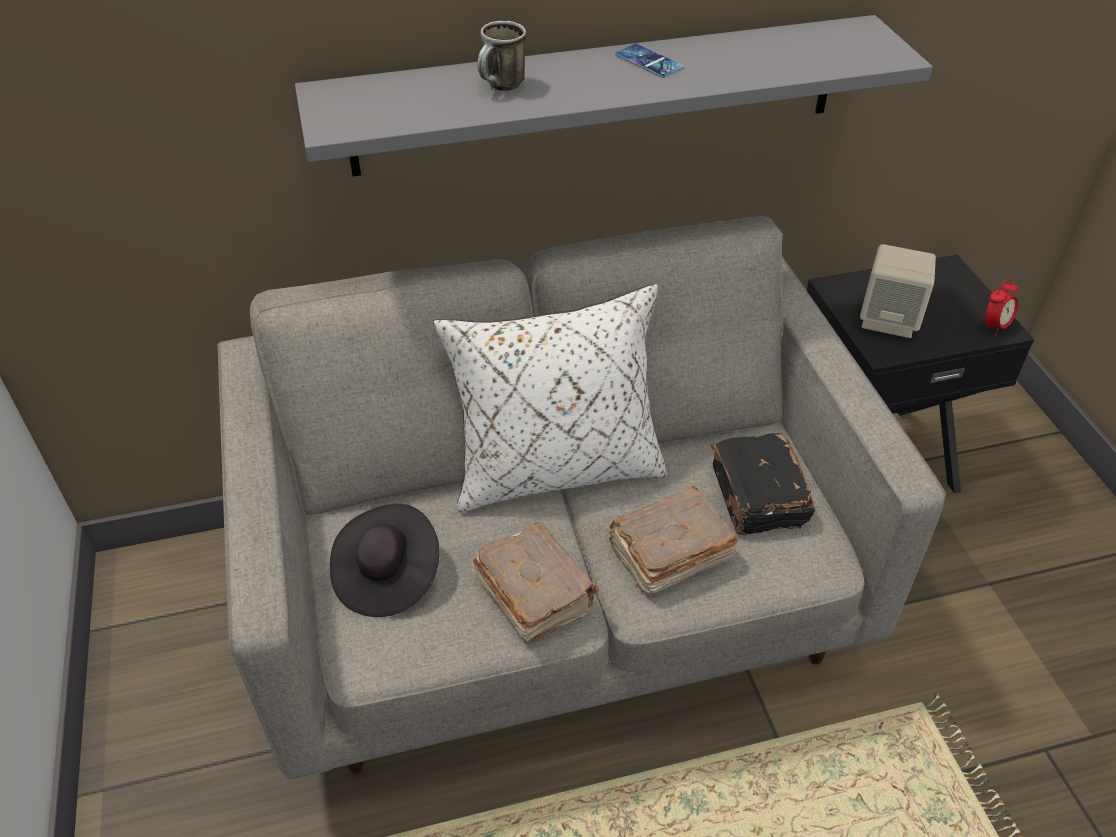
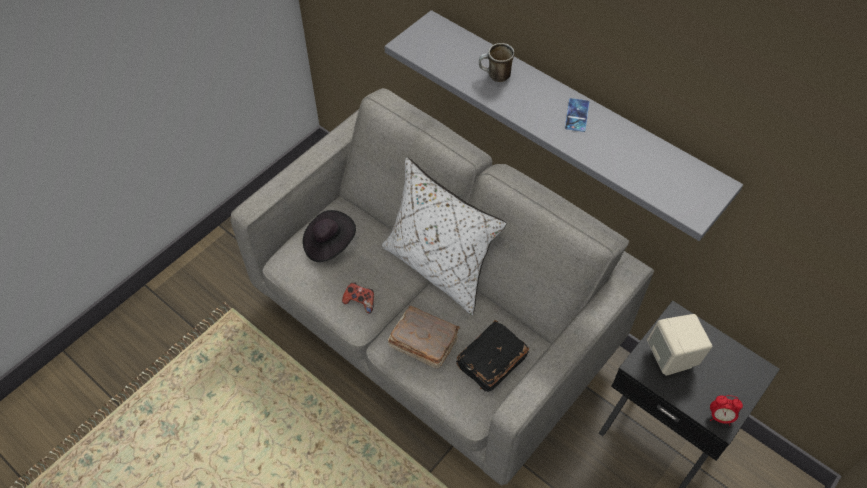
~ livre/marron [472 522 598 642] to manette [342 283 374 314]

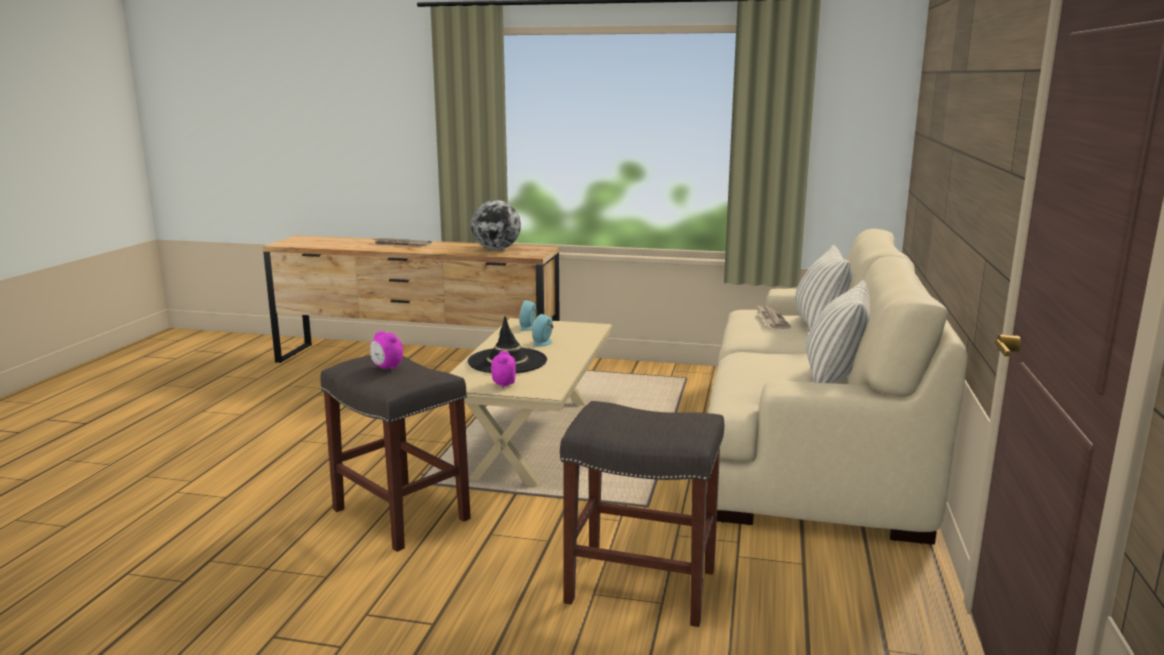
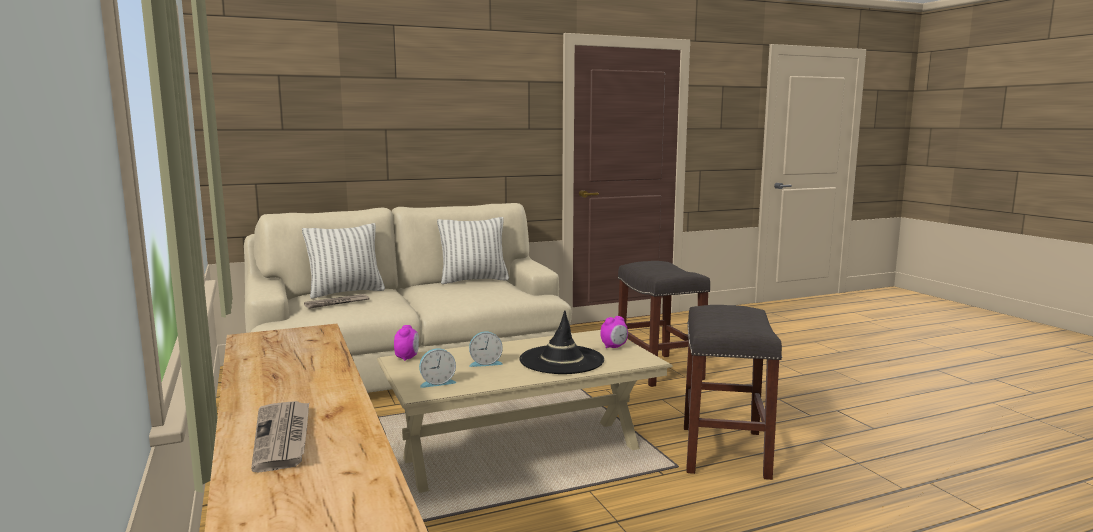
~ réveil [370 331 403 369] to [394 325 419 361]
- globe [471 200 521 250]

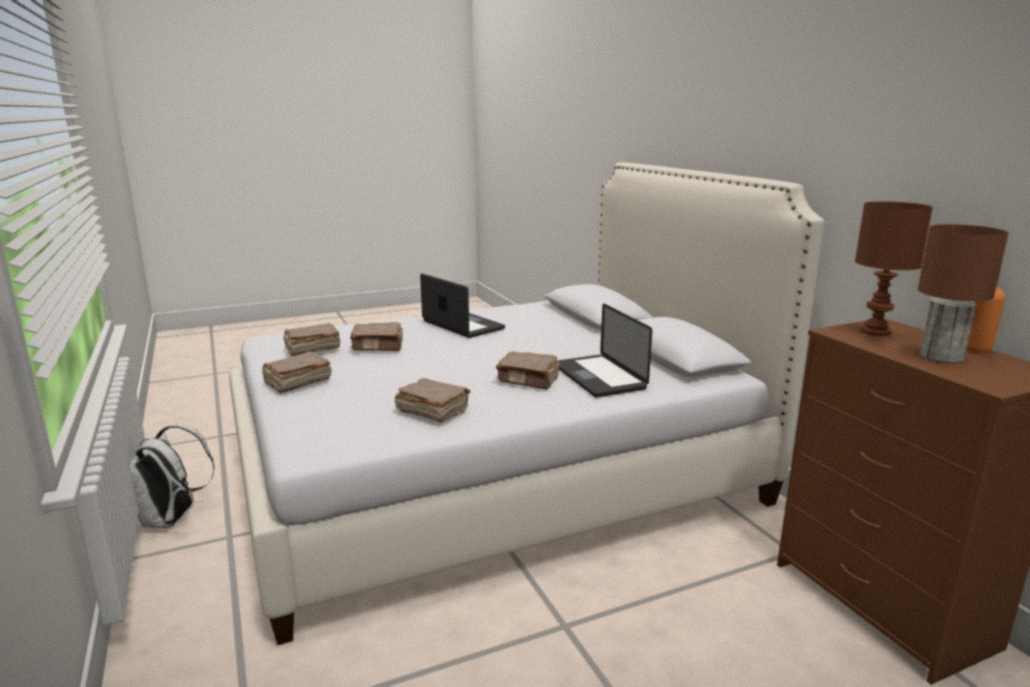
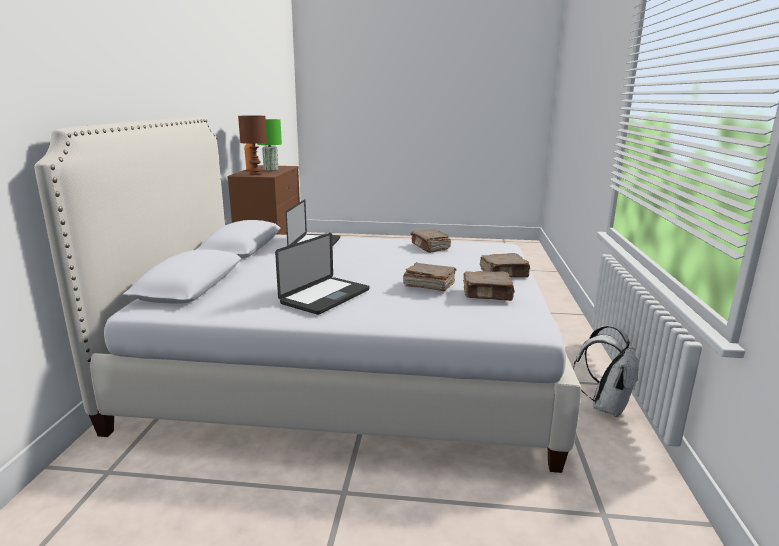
~ ordinateur portable [420 273 505 338] = [275 233 369 315] 135 degrees counterclockwise
- livre/marron [496 351 560 390]
~ lampe de table/marron [918 224 1009 363] to lampe de table/vert [257 119 282 171]

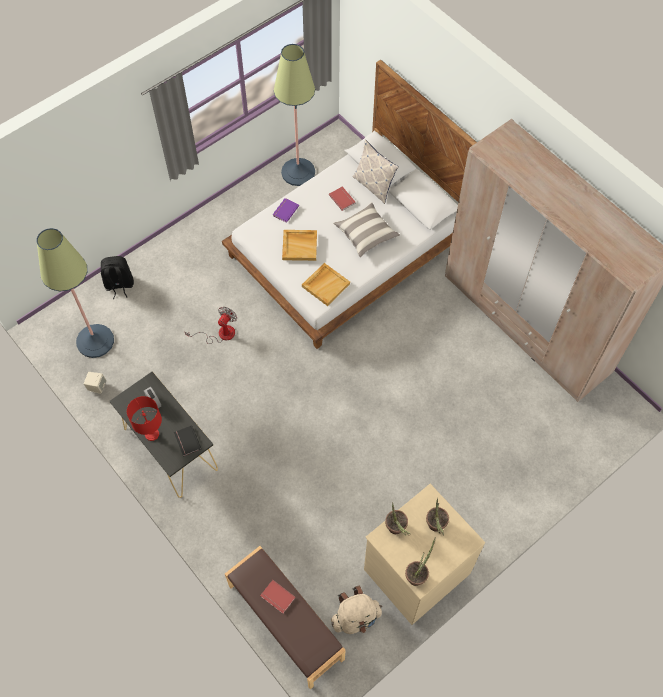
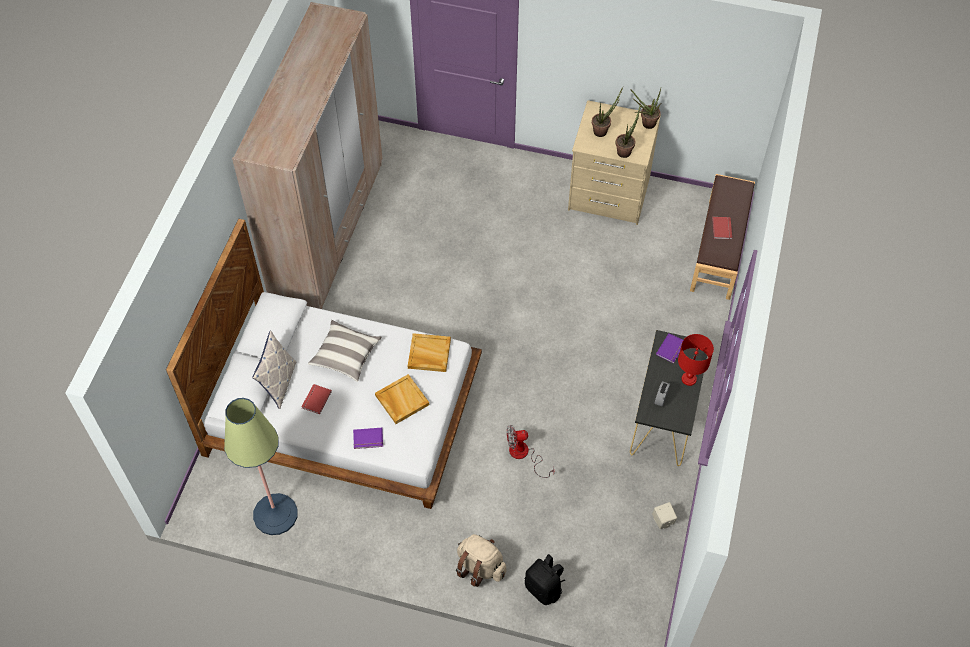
- lampadaire [37 228 114 358]
~ livre/noir [174 425 201 457] to livre/violet [656 333 683 363]
~ sac à dos/beige [331 586 382 634] to [456 534 507 587]

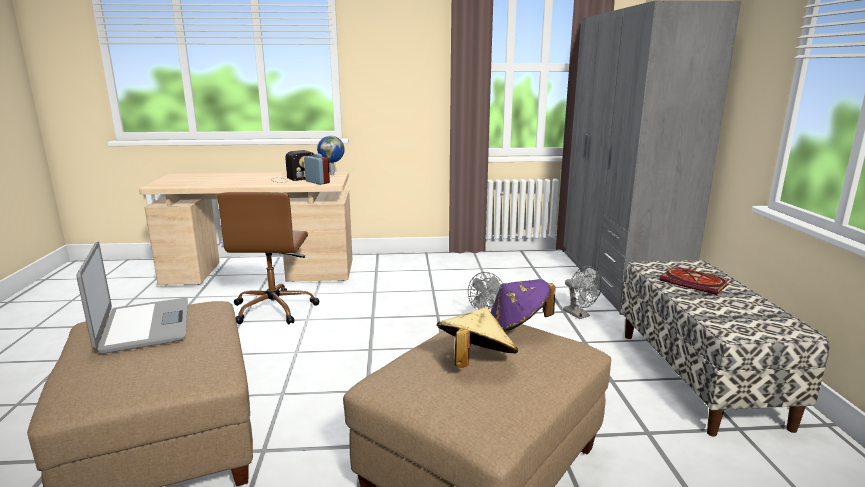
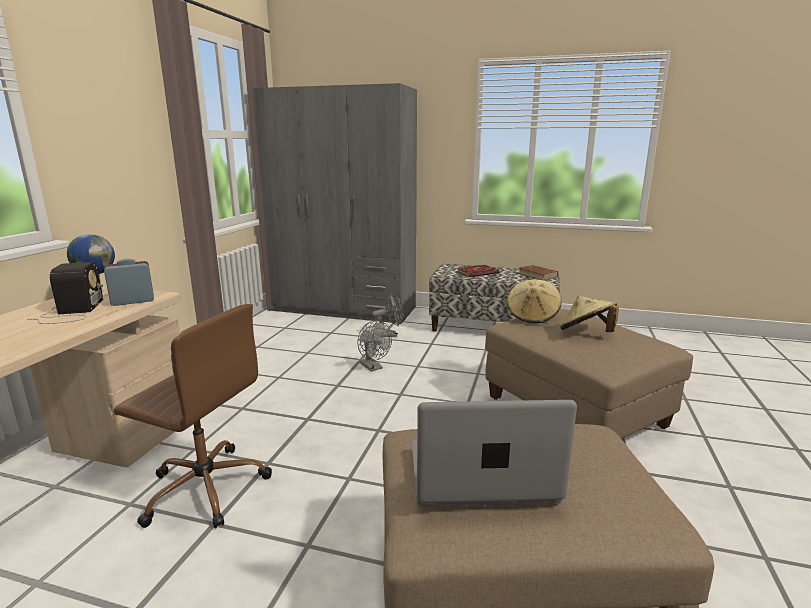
~ chapeau/violet [491 279 555 332] to chapeau/beige [507 279 562 323]
+ livre/marron [518 265 558 280]

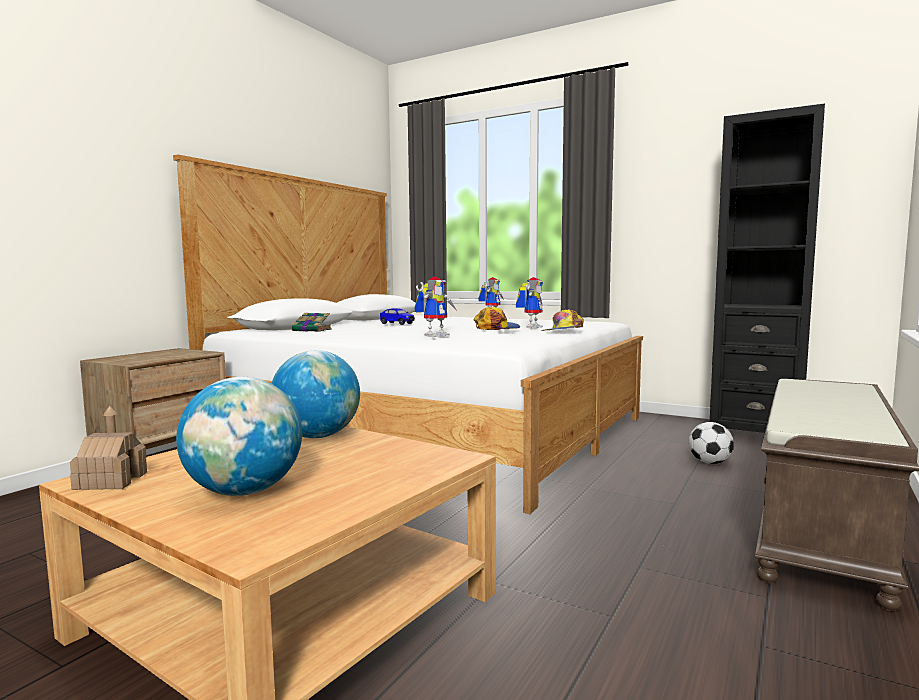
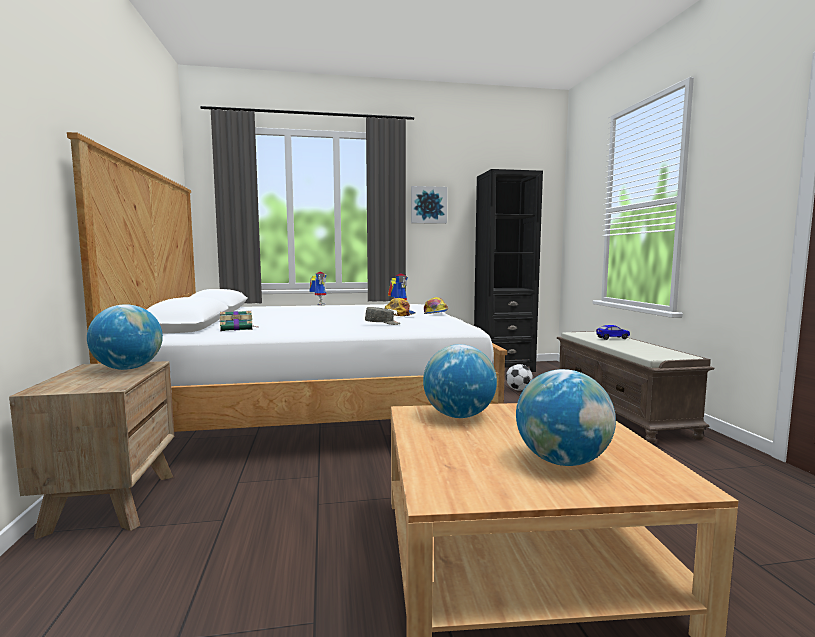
- maison miniature [70 406 147 490]
~ petite voiture [380 308 415 325] to [596 325 630 340]
~ robot jouet [415 276 456 337] to casquette/gris [365 307 400 325]
+ globe [87 304 163 370]
+ tableau [411 186 447 224]

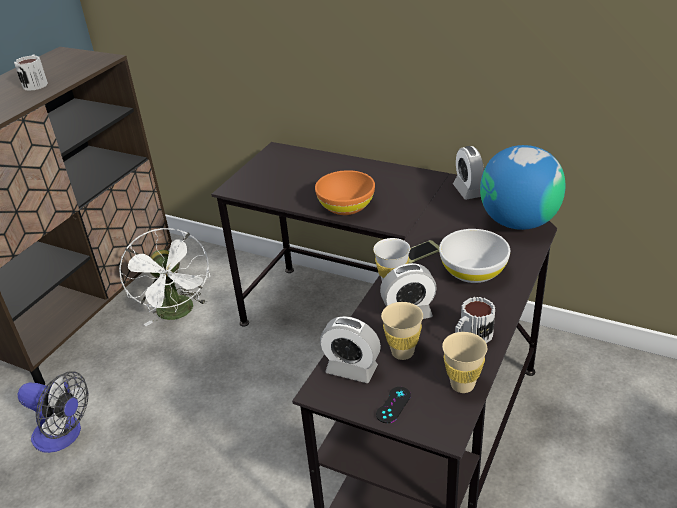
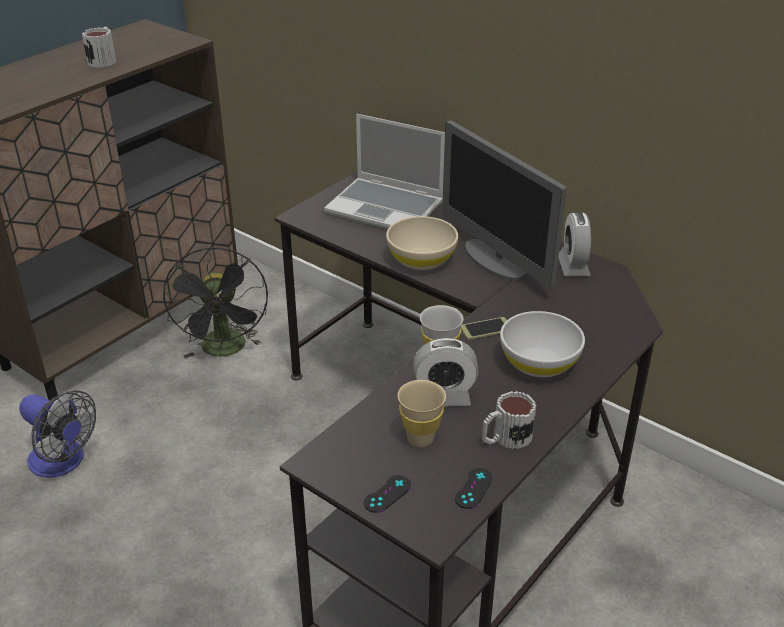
~ ventilateur/blanc [119 228 210 326] to ventilateur/noir [163 247 268 358]
~ bol/orange [315 170 375 215] to bol/beige [386 216 458 270]
- réveil [320 316 381 383]
~ tasse/beige [442 332 487 393] to manette/noir [455 468 493 509]
- globe [480 145 565 230]
+ ordinateur portable [324 114 445 229]
+ écran d'ordinateur [442 120 567 288]

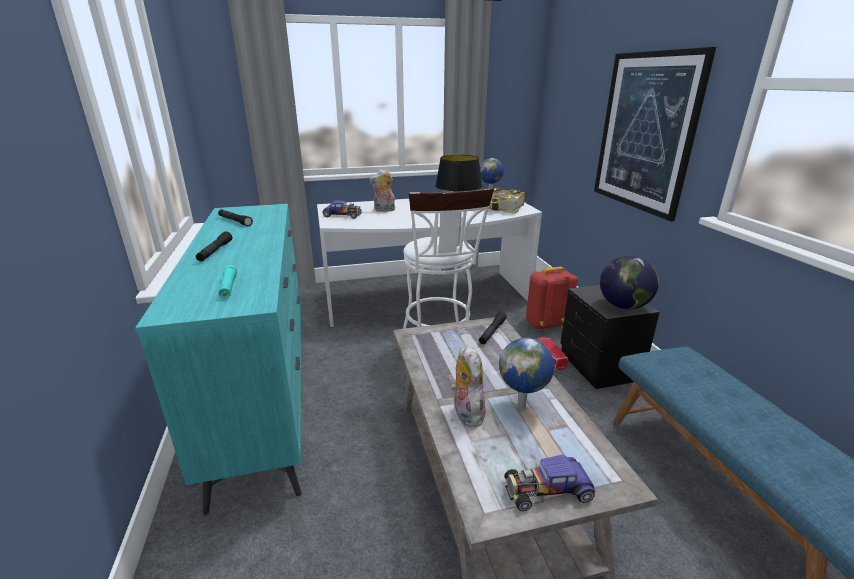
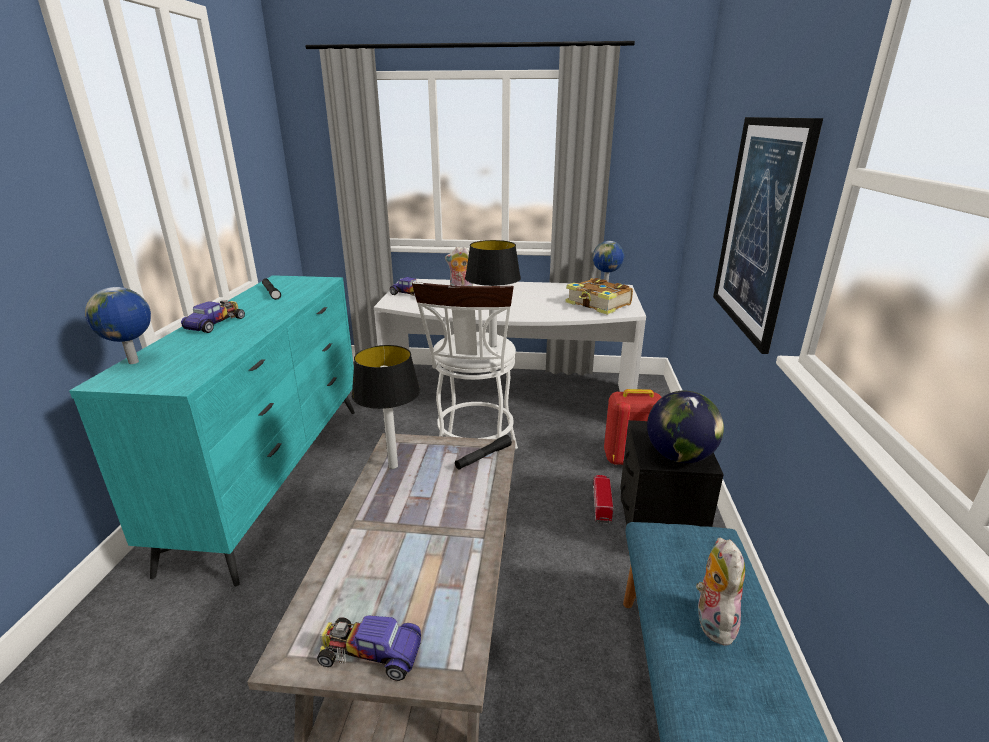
~ lampe de poche/noir [196 232 232 261] to petite voiture [181 300 245 333]
- lampe de poche/turquoise [219 265 237 298]
~ peluche [450 345 486 427] to [696 538 745 646]
~ globe [499 338 555 410] to [85 287 151 364]
+ lampe de table [352 345 420 469]

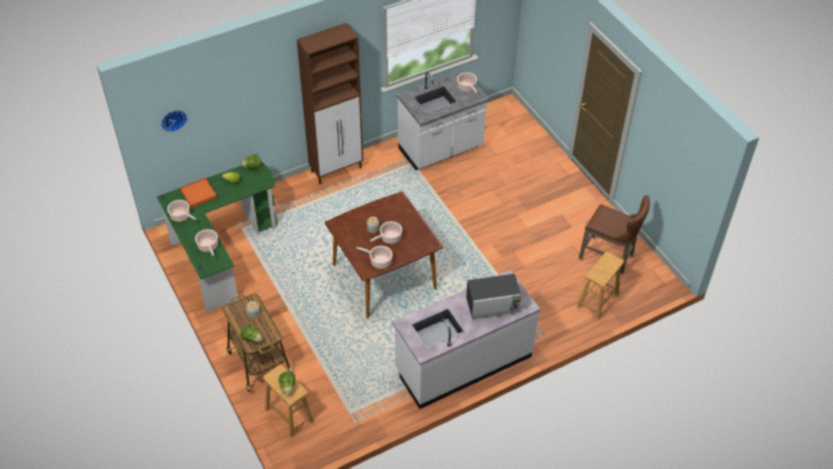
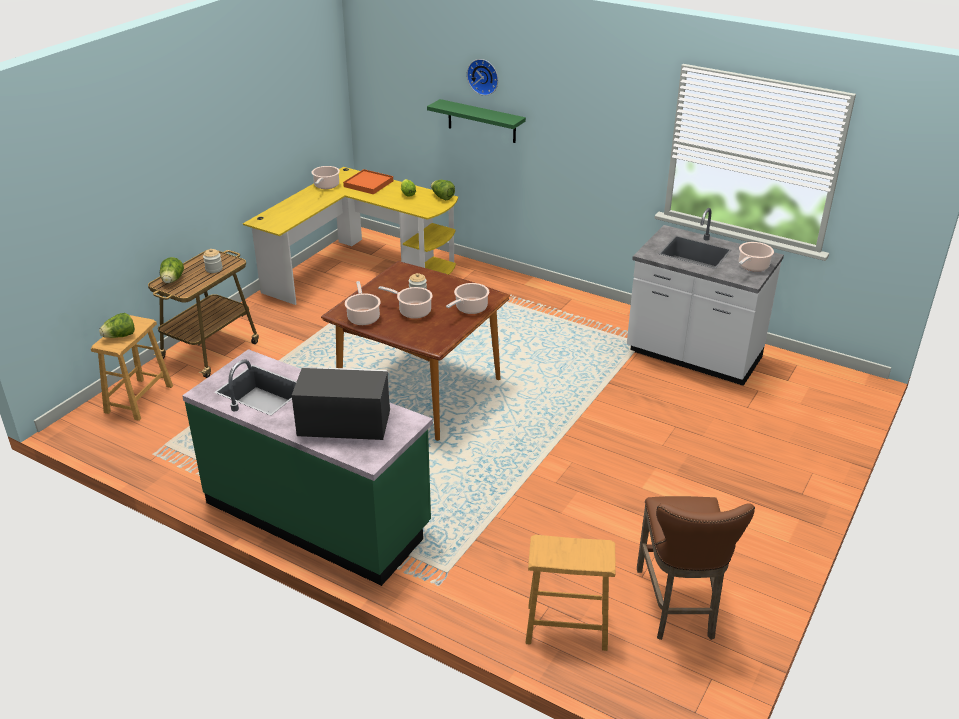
~ bureau/vert [157 162 277 313] to bureau/jaune [243 167 458 305]
~ horloge murale [161 110 187 132] to [467 59 498 96]
~ marmite [195 229 218 256] to [446 283 489 314]
- meuble de rangement/marron [297 23 363 184]
~ comptoir de cuisine/blanc [392 270 540 409] to comptoir de cuisine/vert [182 349 433 586]
~ micro-ondes [466 273 521 319] = [292 367 390 440] 135 degrees clockwise
+ étagère/vert [427 99 526 143]

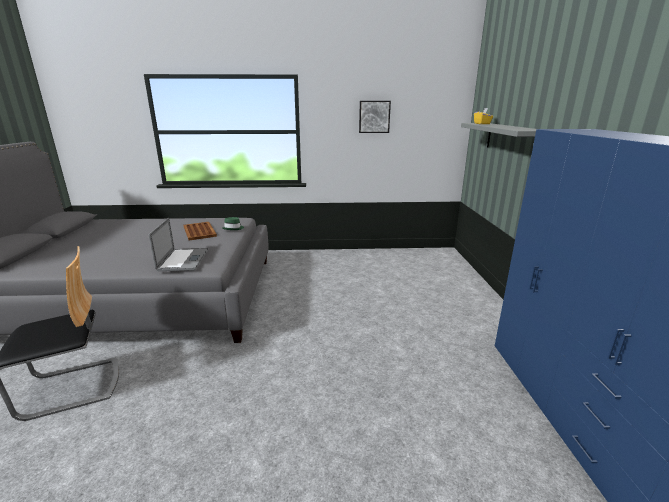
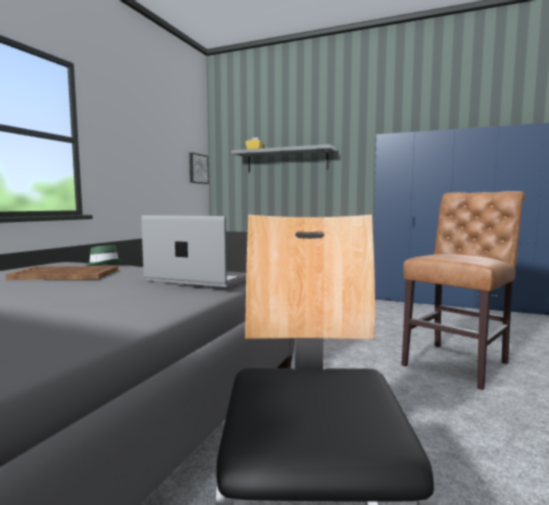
~ tableau [359 101 391 133] to [189 153 209 184]
+ chaise/marron [401 191 525 390]

